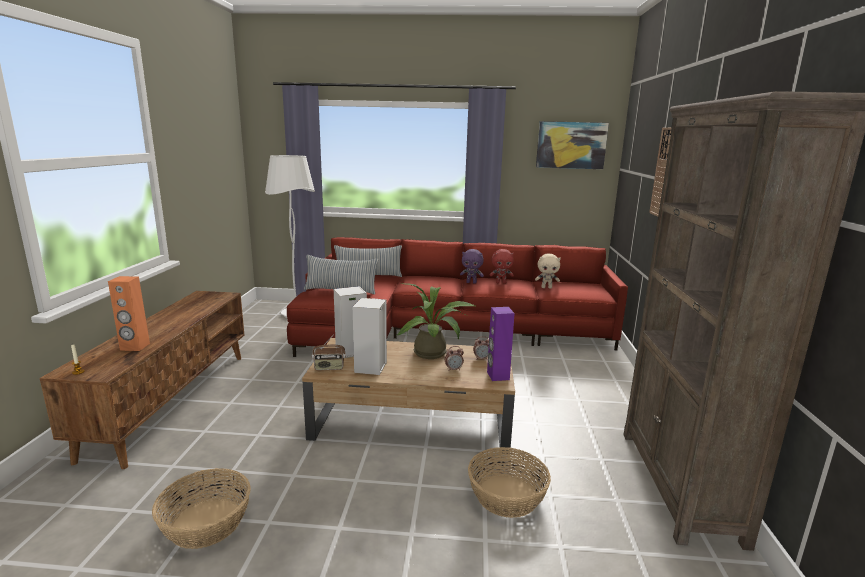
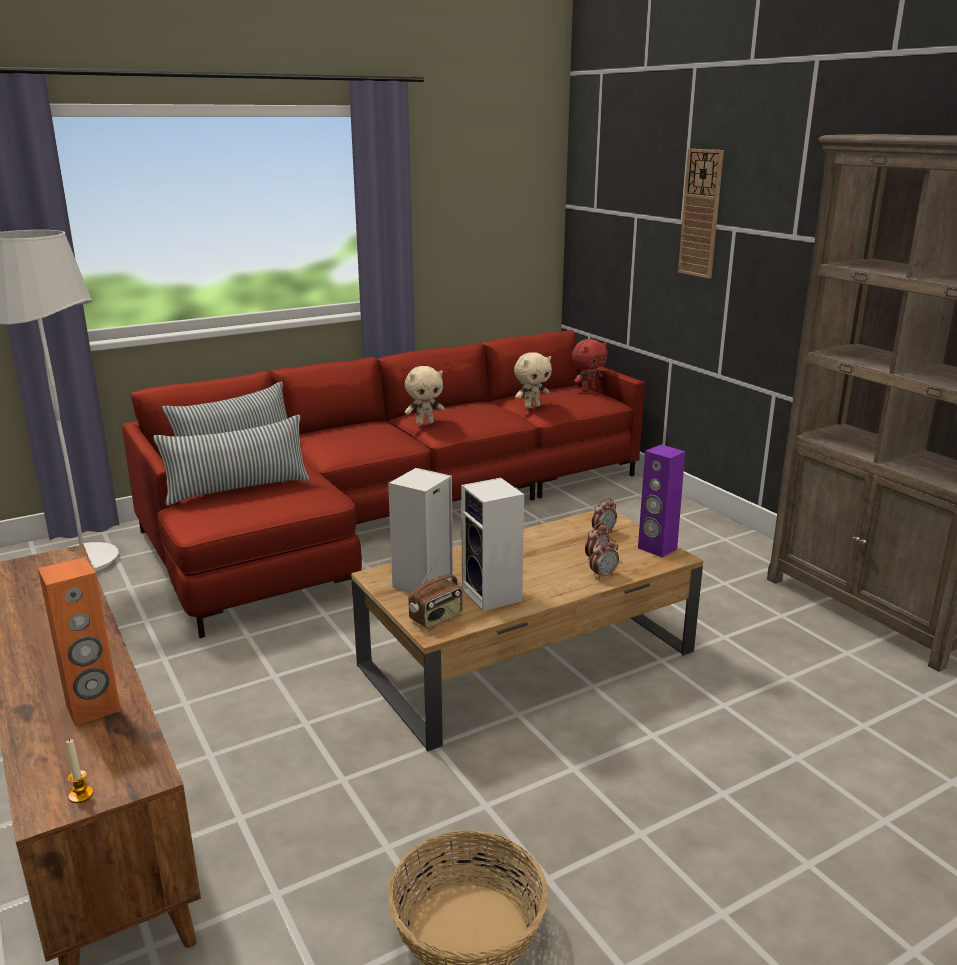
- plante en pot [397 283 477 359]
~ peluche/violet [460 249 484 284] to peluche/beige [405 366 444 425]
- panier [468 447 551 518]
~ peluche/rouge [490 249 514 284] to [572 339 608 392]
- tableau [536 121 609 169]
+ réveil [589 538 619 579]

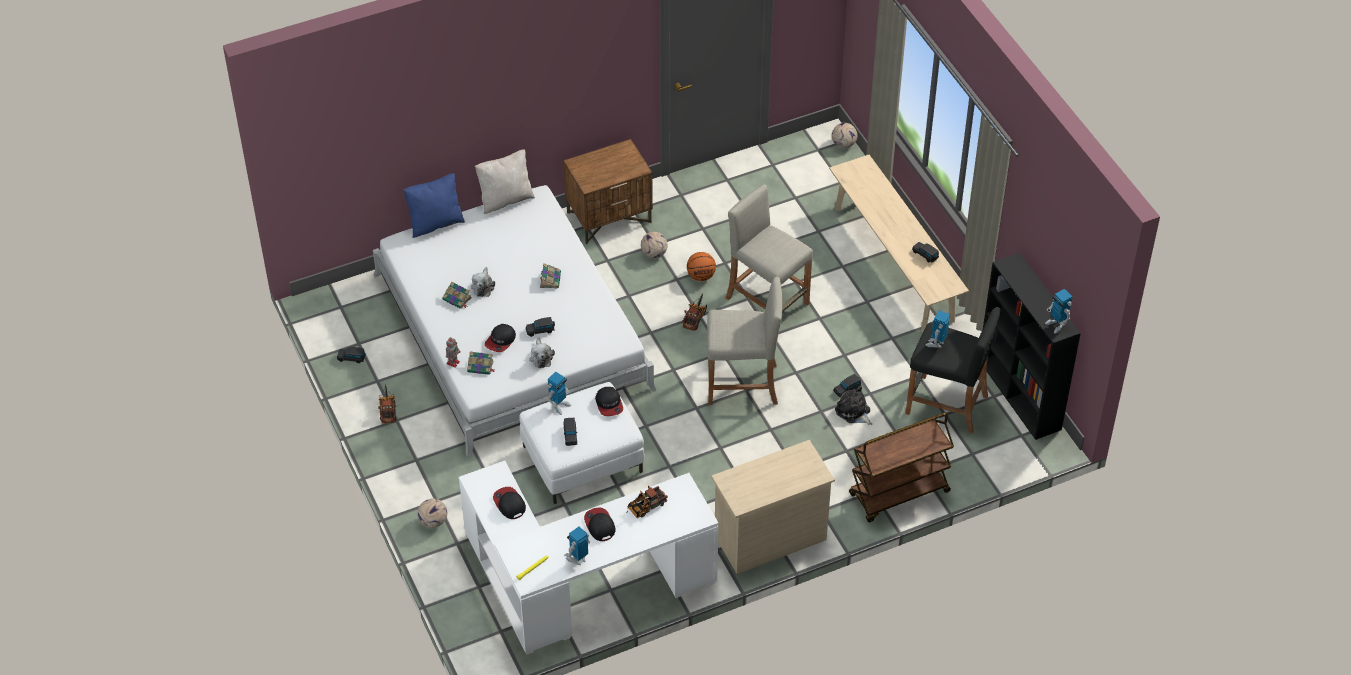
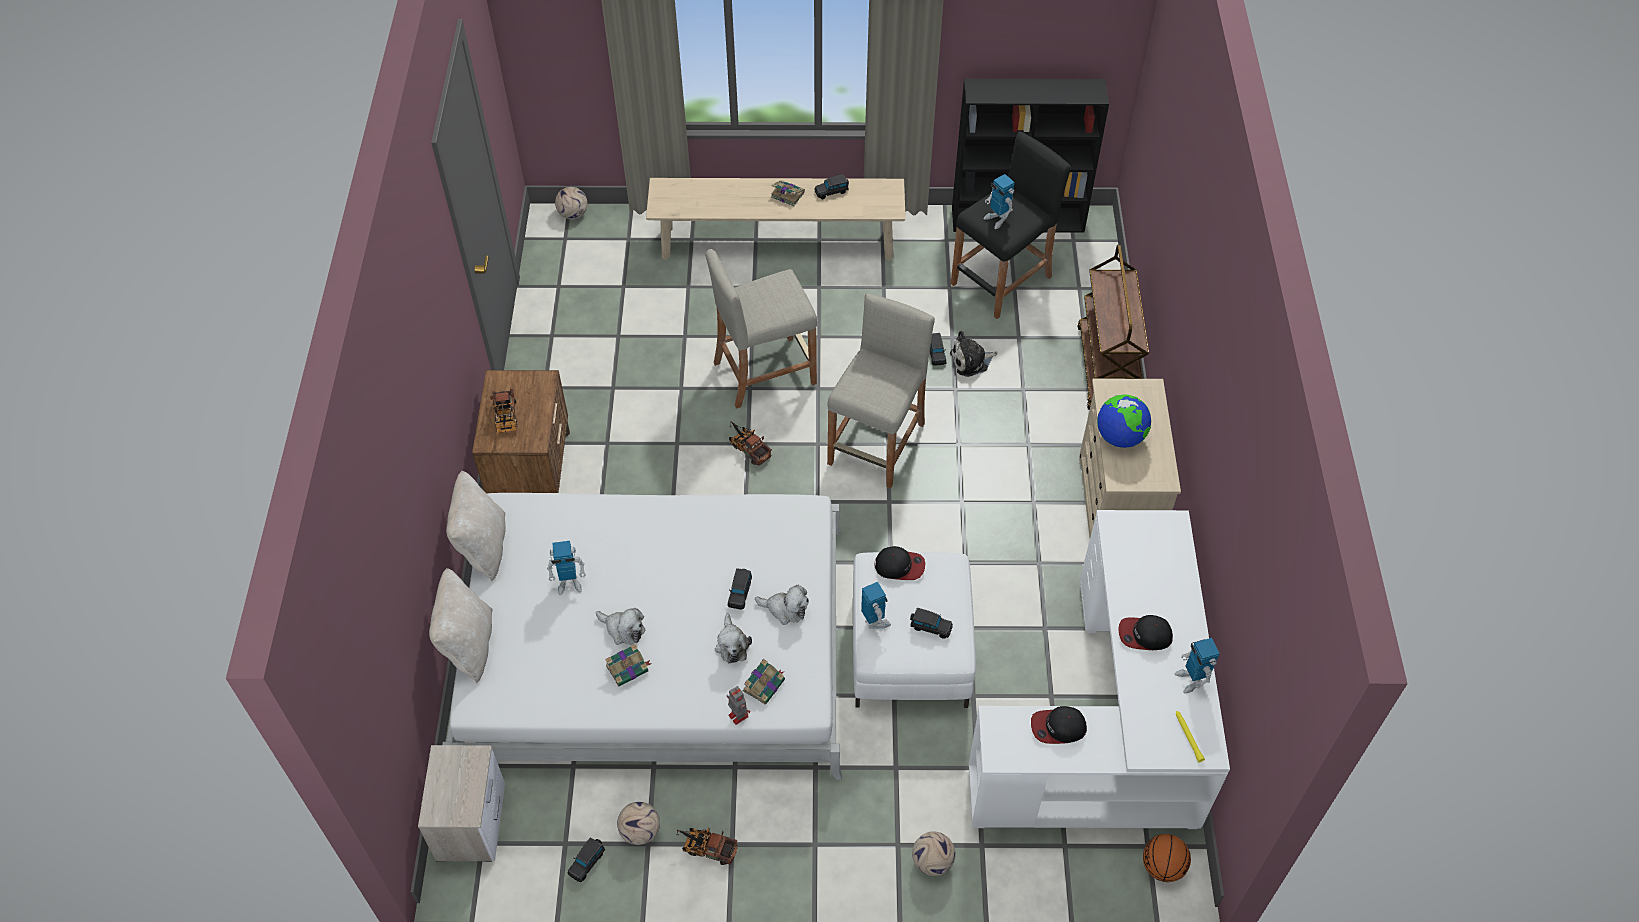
~ coussin/bleu [403 173 465 238] to coussin/beige [429 568 492 683]
~ casquette [485 324 516 352] to peluche [715 613 752 663]
~ livre [540 263 561 289] to [771 180 805 206]
~ camion jouet [627 486 668 518] to [490 388 517 433]
~ ballon de foot [641 232 668 258] to [617 802 660 845]
~ ballon de basket [687 252 716 281] to [1143 834 1191 882]
~ robot jouet [1045 289 1073 334] to [547 541 586 595]
+ table de chevet [418 745 505 862]
+ globe [1097 394 1151 448]

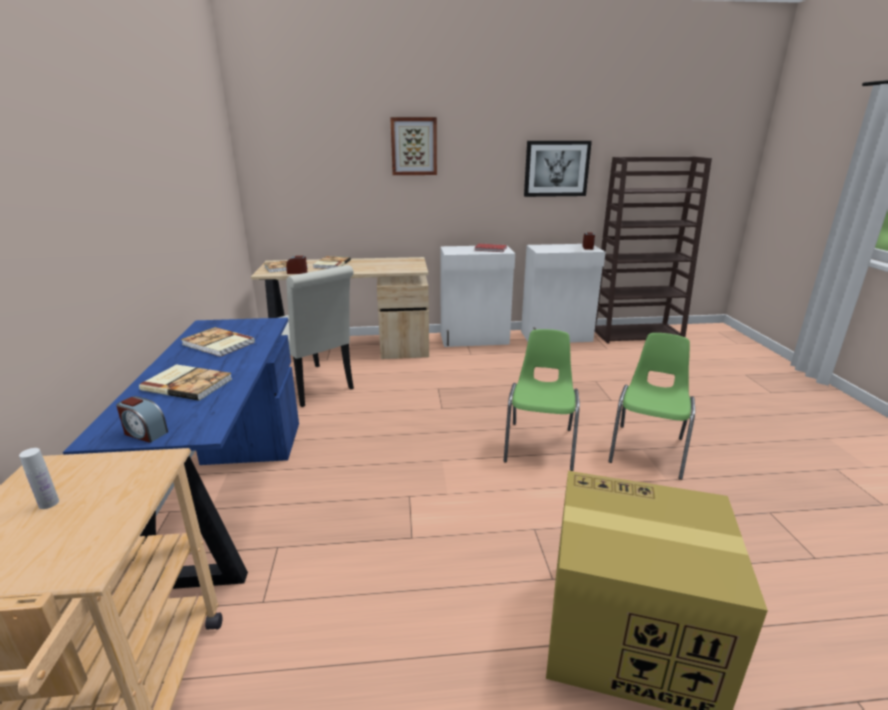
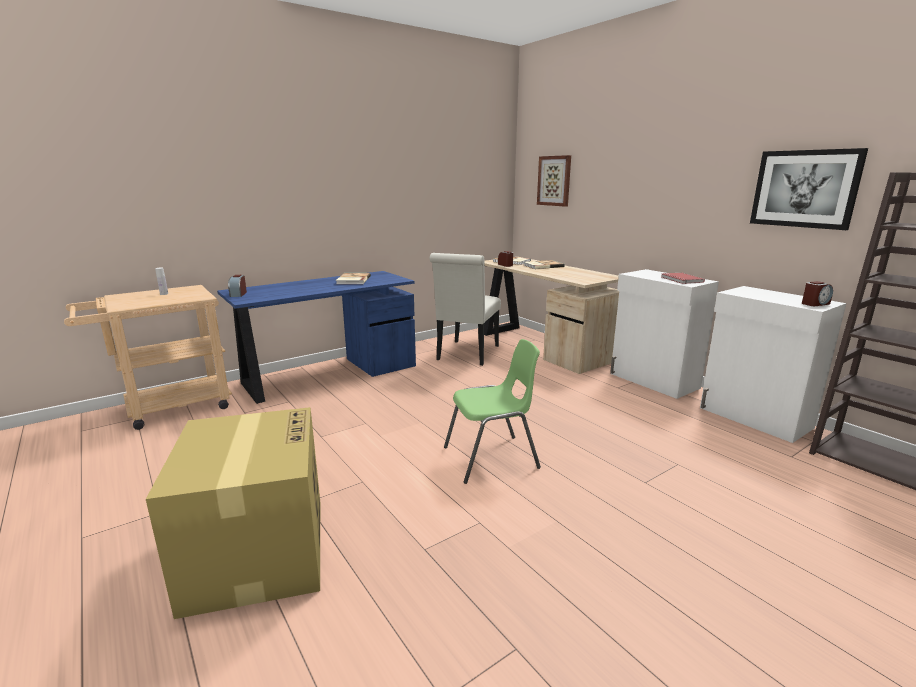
- livre [139 364 232 401]
~ tableau [390 117 437 175] to [537 155 571 207]
- chaise/vert [608 333 695 480]

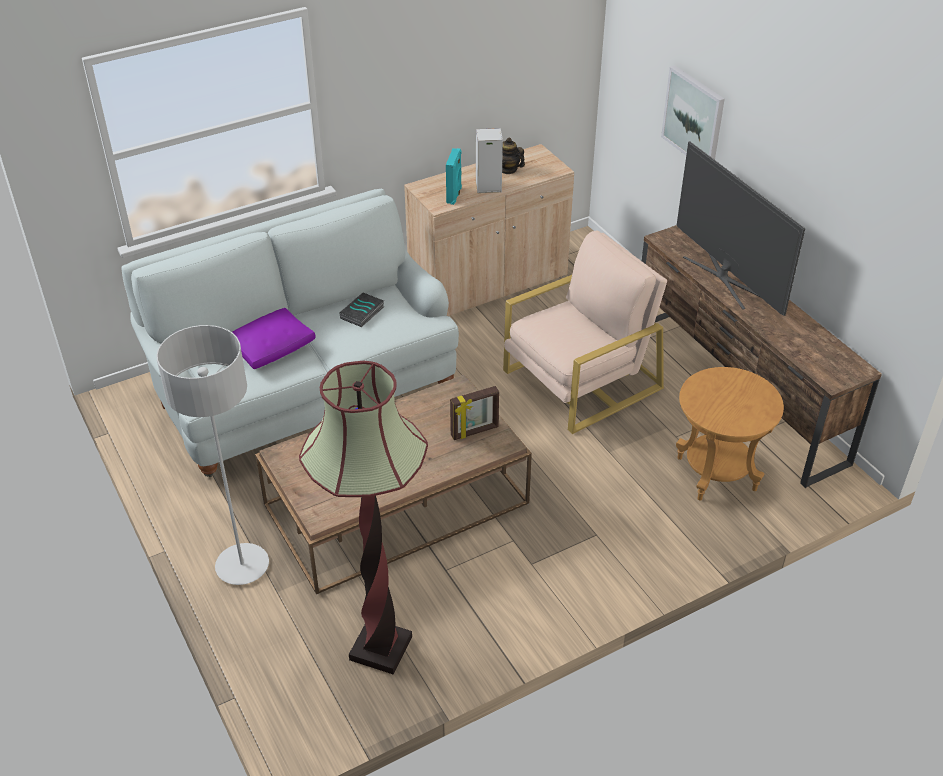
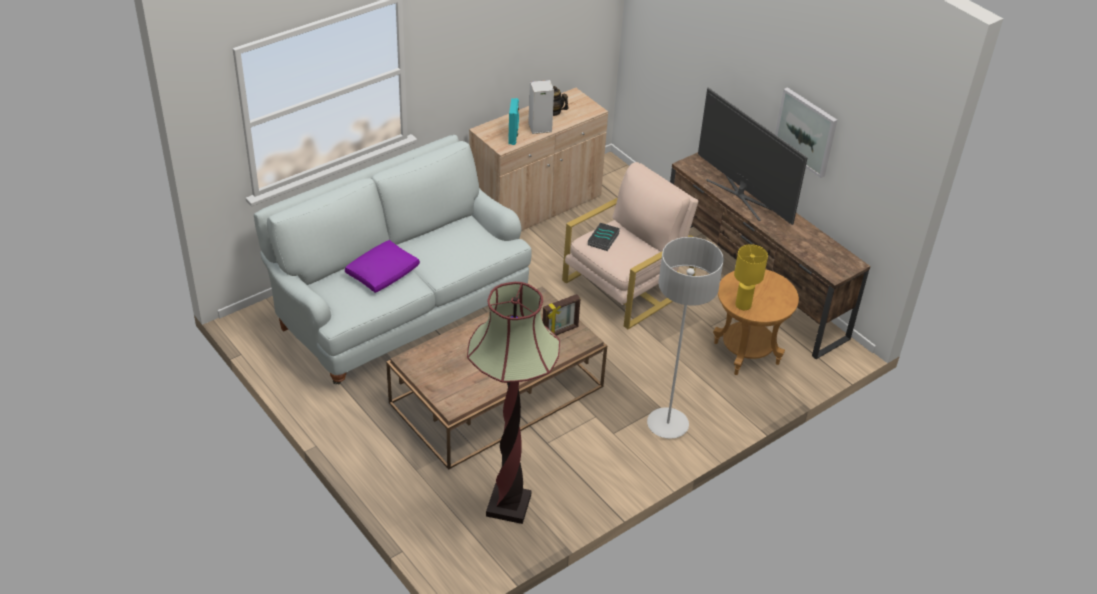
~ lampadaire/gris [156 325 269 585] to [647 237 724 439]
~ livre [339 293 384 327] to [588 223 620 251]
~ tableau [661 65 725 160] to [775 87 837 178]
+ lampe de table/jaune [734 244 768 310]

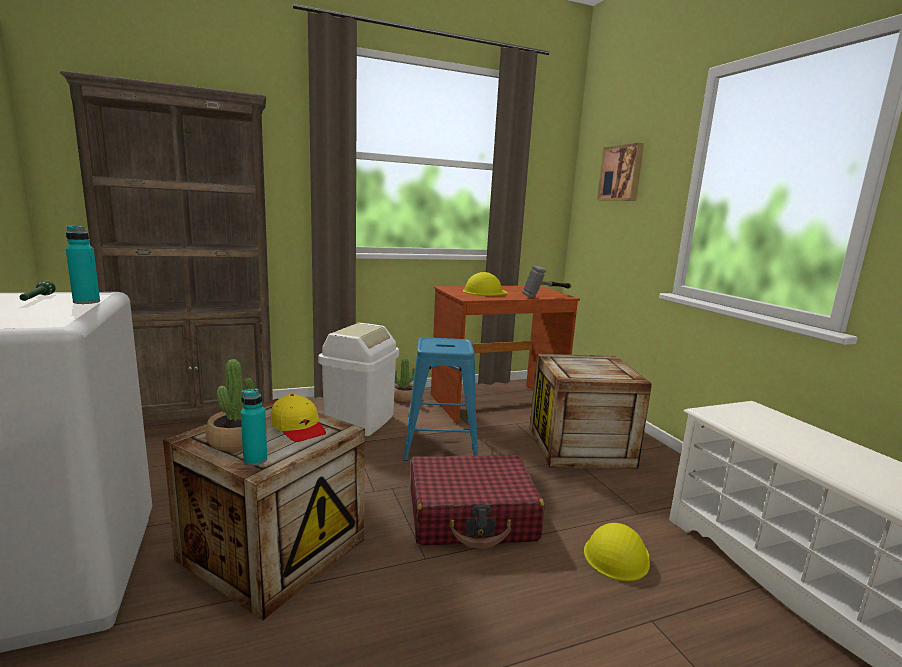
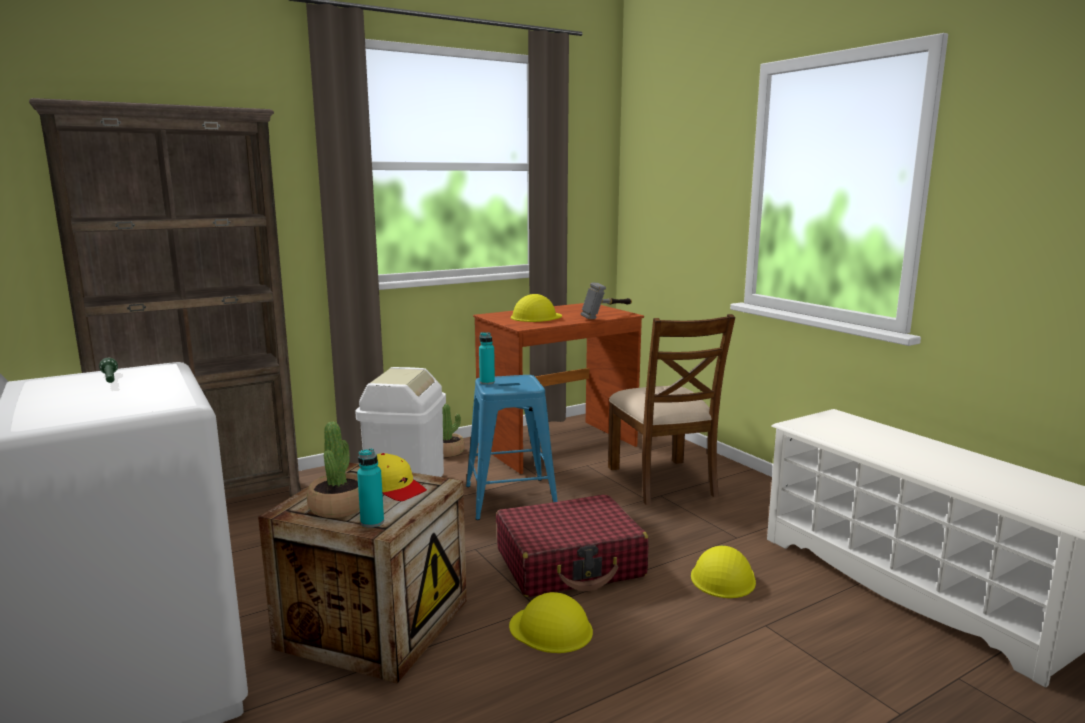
~ bouteille/turquoise [66 225 100 304] to [479 332 495 385]
~ caisse [530 354 652 469] to chaise/marron [608 314 735 505]
- tableau [597 143 644 201]
+ casque de chantier/jaune [509 592 593 653]

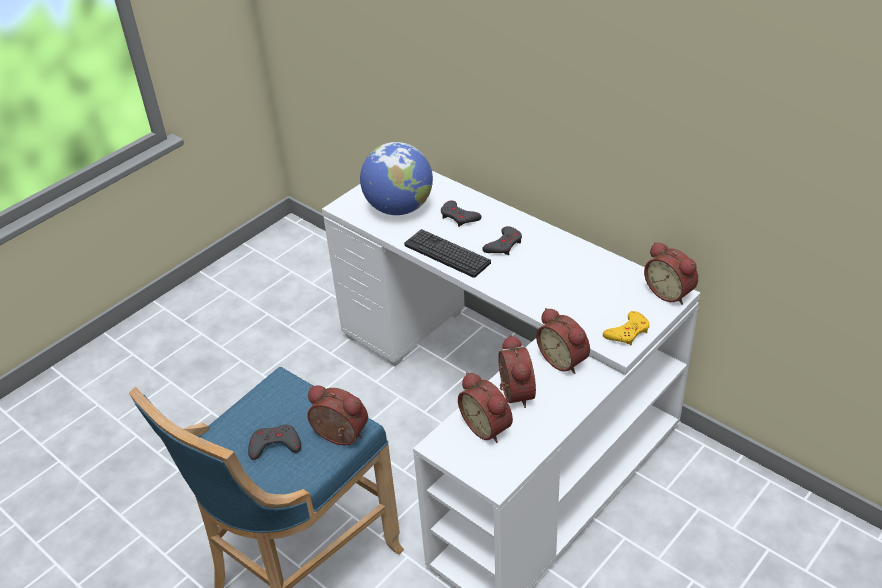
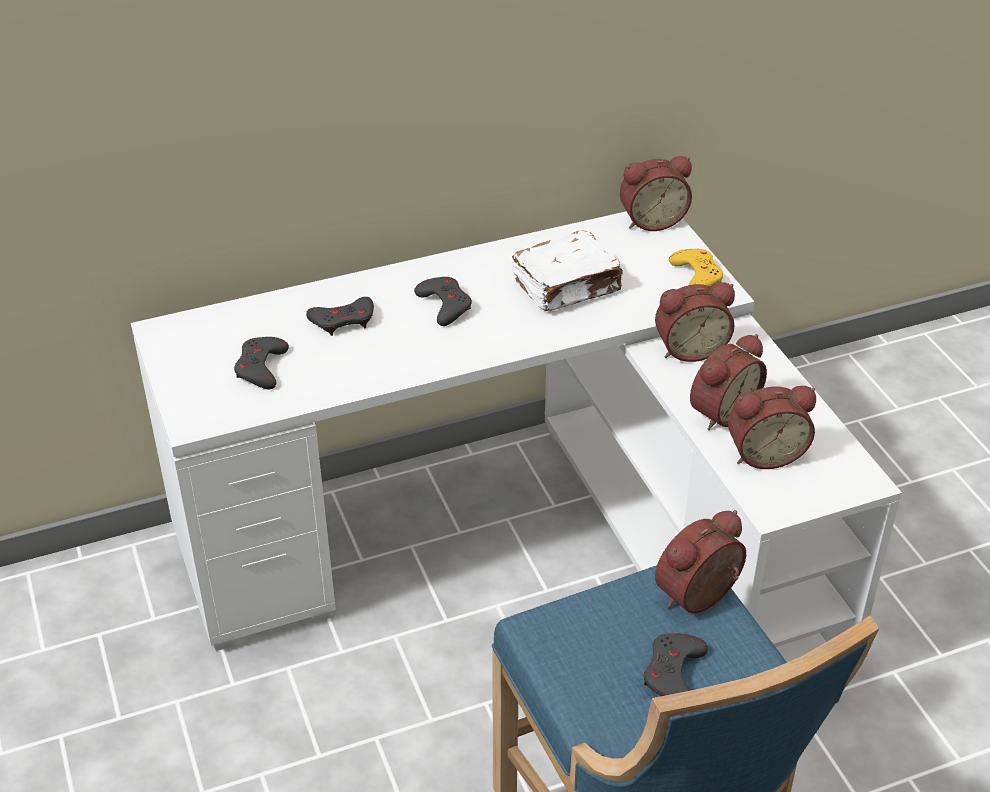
~ globe [360 142 433 215] to manette/gris [234 337 289 389]
- clavier [404 229 491 278]
~ réveil [498 334 536 408] = [690 334 767 430] 120 degrees clockwise
+ livre/blanc [512 230 624 311]

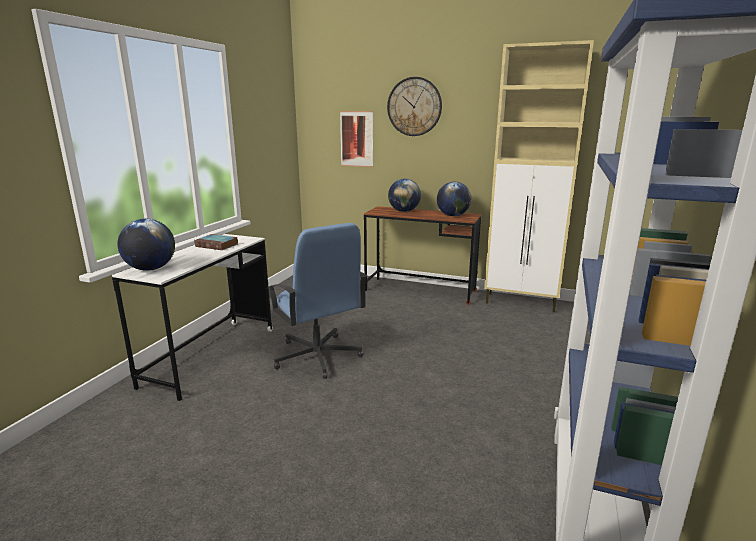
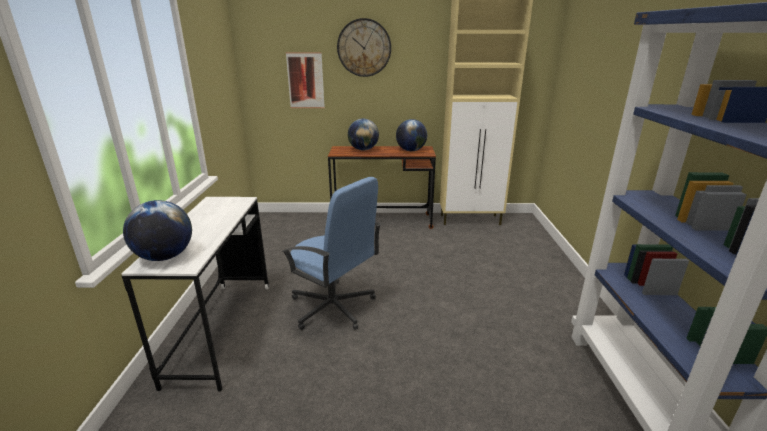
- livre [194 234 238 250]

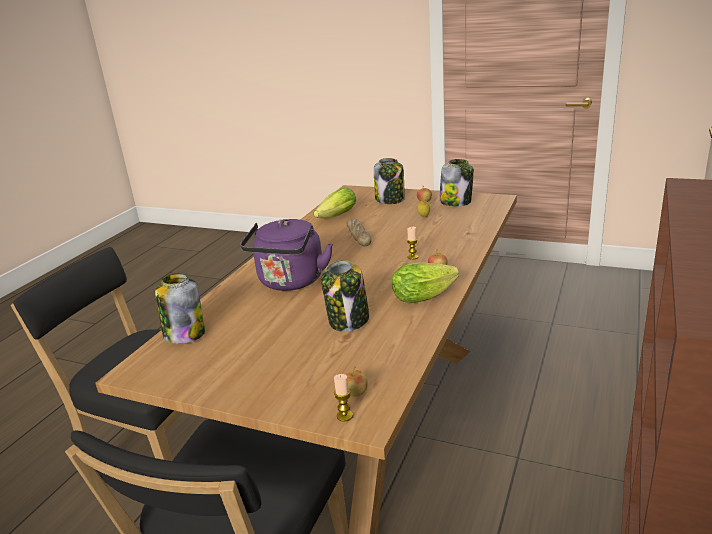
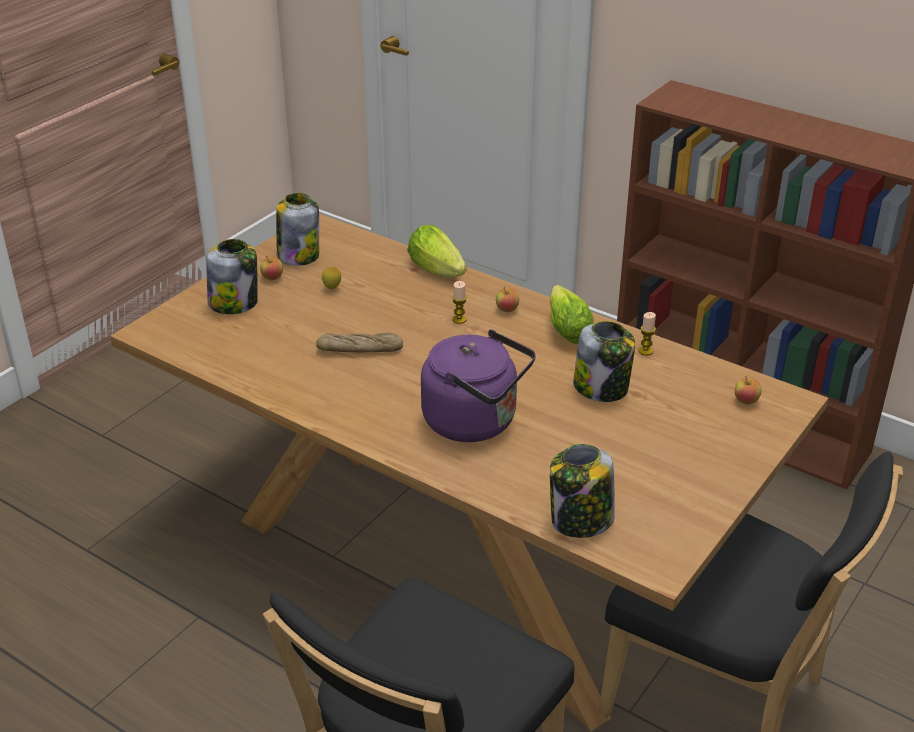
~ laitue [314 187 356 219] to [407 225 467 278]
~ bougie [334 374 353 422] to [639 312 656 355]

